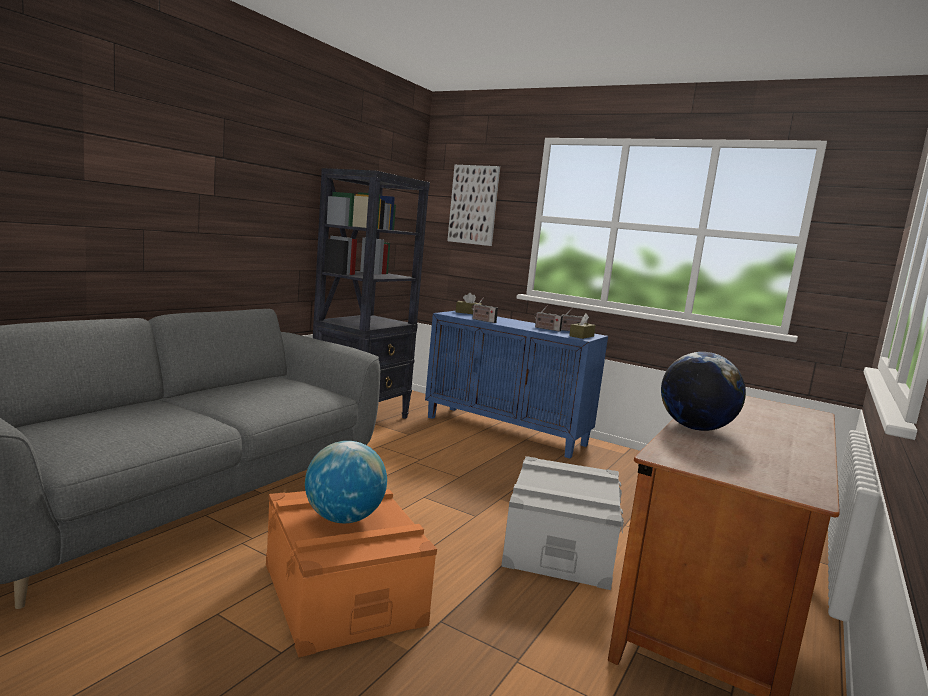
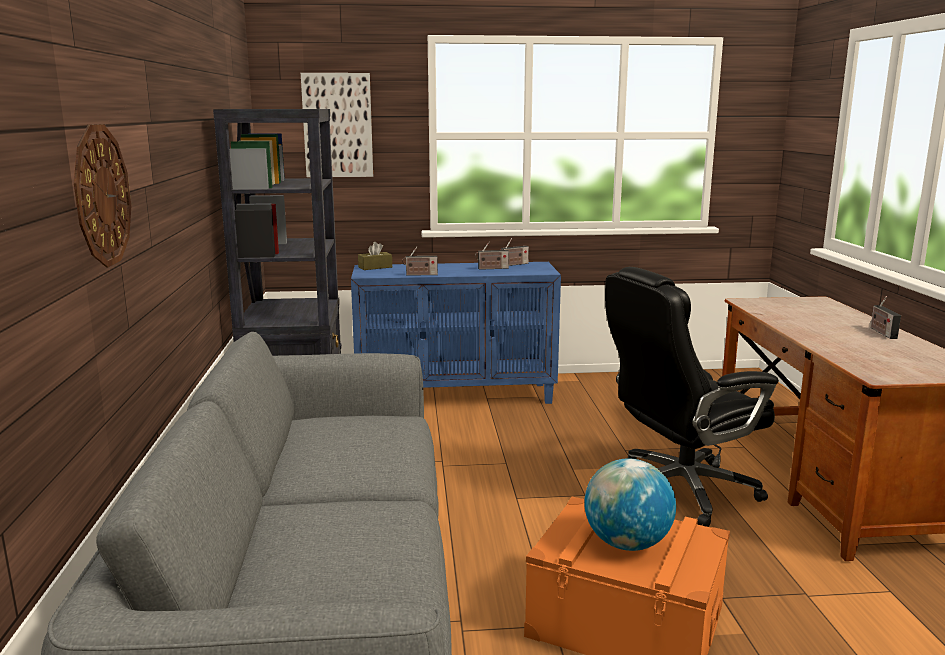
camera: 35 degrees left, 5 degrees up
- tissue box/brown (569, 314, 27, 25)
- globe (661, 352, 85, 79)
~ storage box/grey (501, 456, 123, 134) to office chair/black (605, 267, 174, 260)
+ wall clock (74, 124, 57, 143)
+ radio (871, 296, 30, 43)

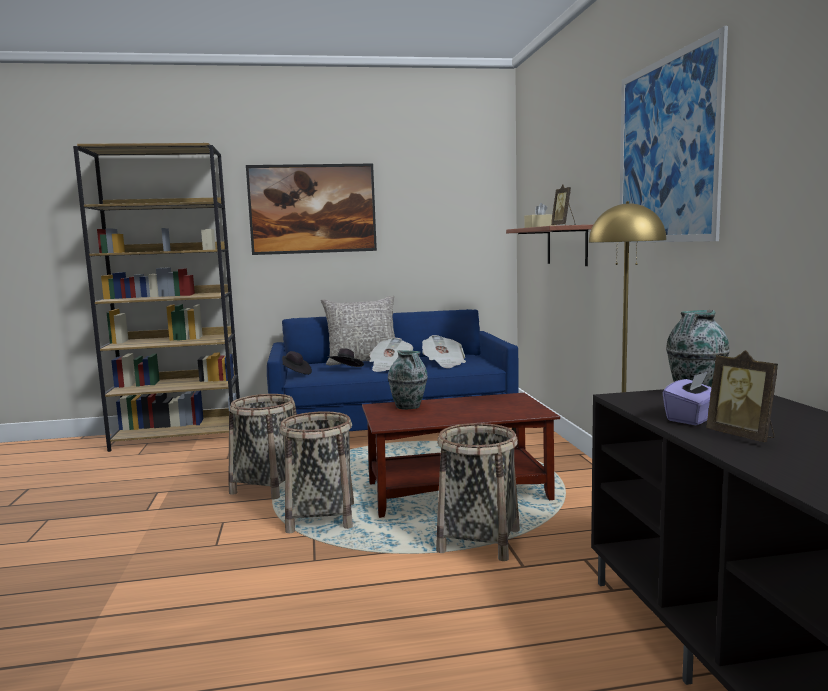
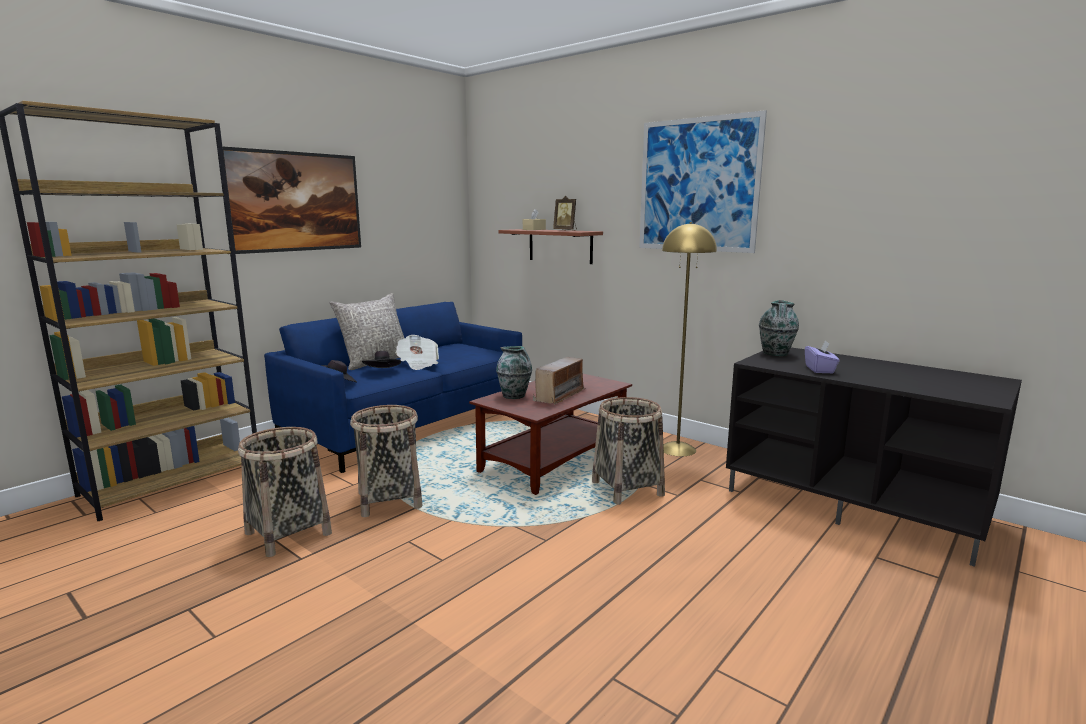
camera: 40 degrees left, 5 degrees up
- newspaper (422, 335, 44, 33)
- picture frame (706, 350, 72, 92)
~ basket (279, 411, 75, 122) to (238, 427, 94, 130)
+ radio (533, 357, 51, 48)

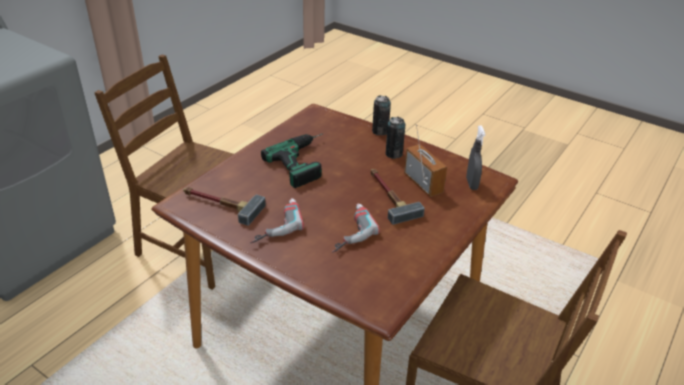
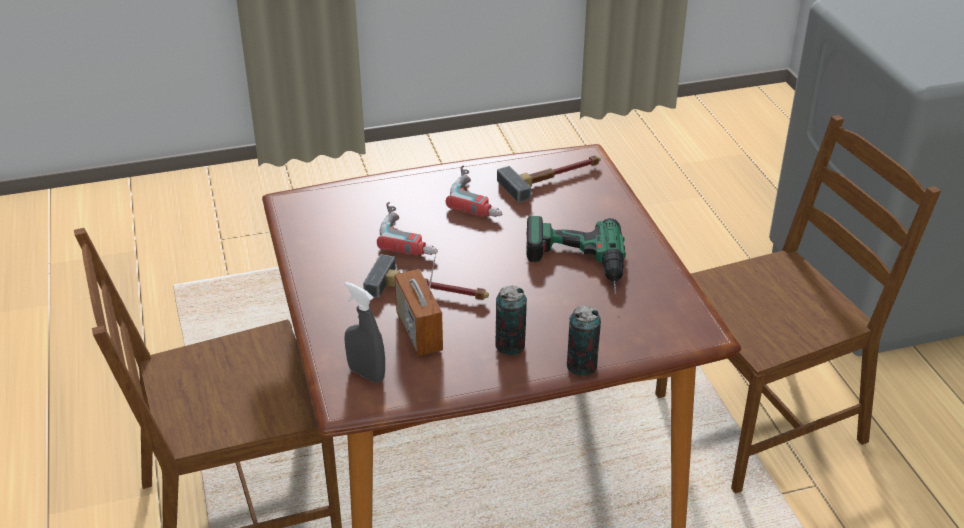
camera: 130 degrees right, 0 degrees up
~ radio (404, 125, 43, 72) = (394, 251, 49, 105) 60 degrees clockwise

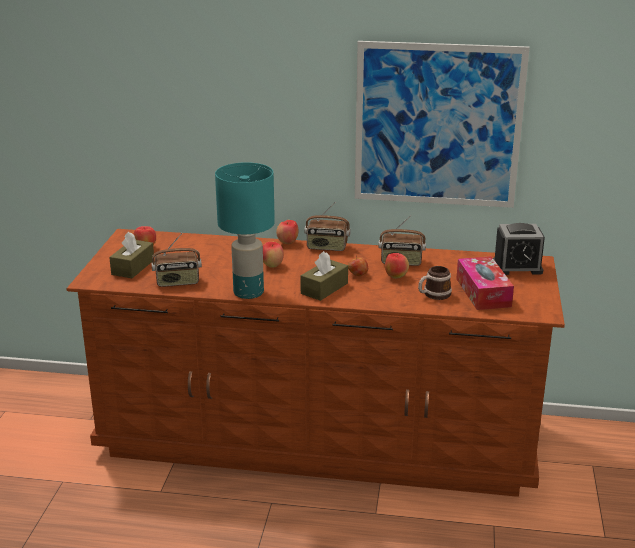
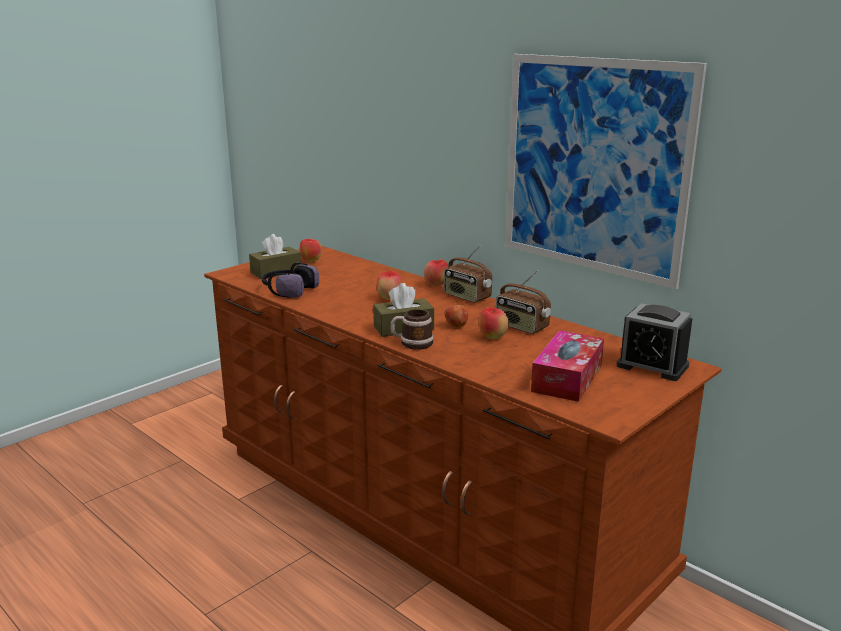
camera: 35 degrees right, 5 degrees down
- table lamp/turquoise (215, 162, 60, 137)
~ radio (151, 233, 51, 54) to headphones (262, 263, 57, 35)
~ mug (418, 266, 34, 34) to (390, 309, 44, 41)

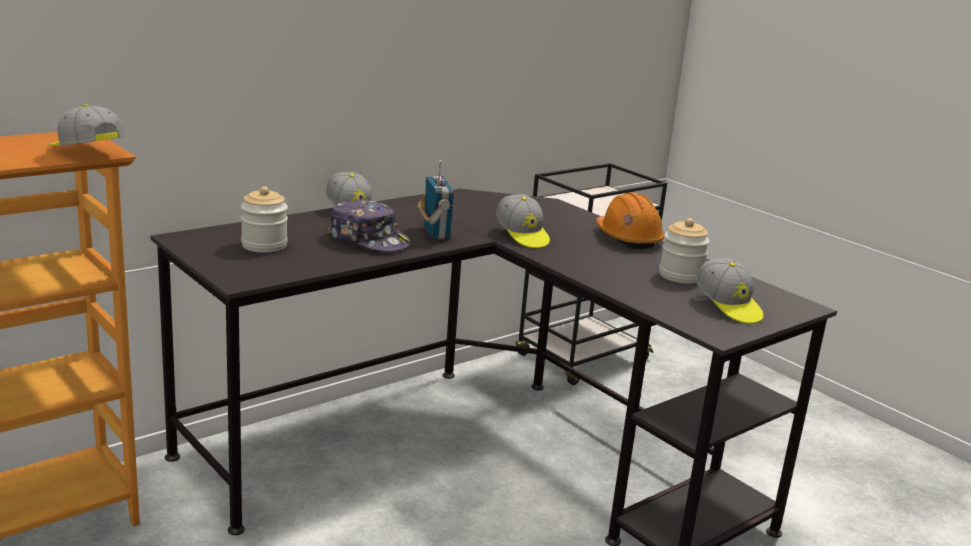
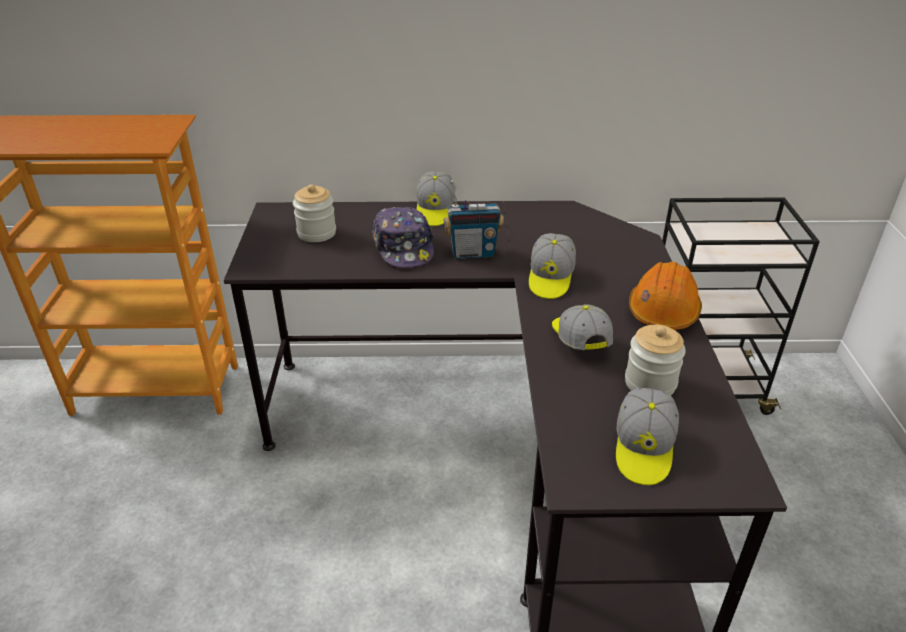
camera: 40 degrees right, 15 degrees up
~ cap (48, 104, 76, 42) to (552, 305, 61, 45)
~ radio (418, 160, 36, 79) = (444, 180, 60, 79) 60 degrees clockwise

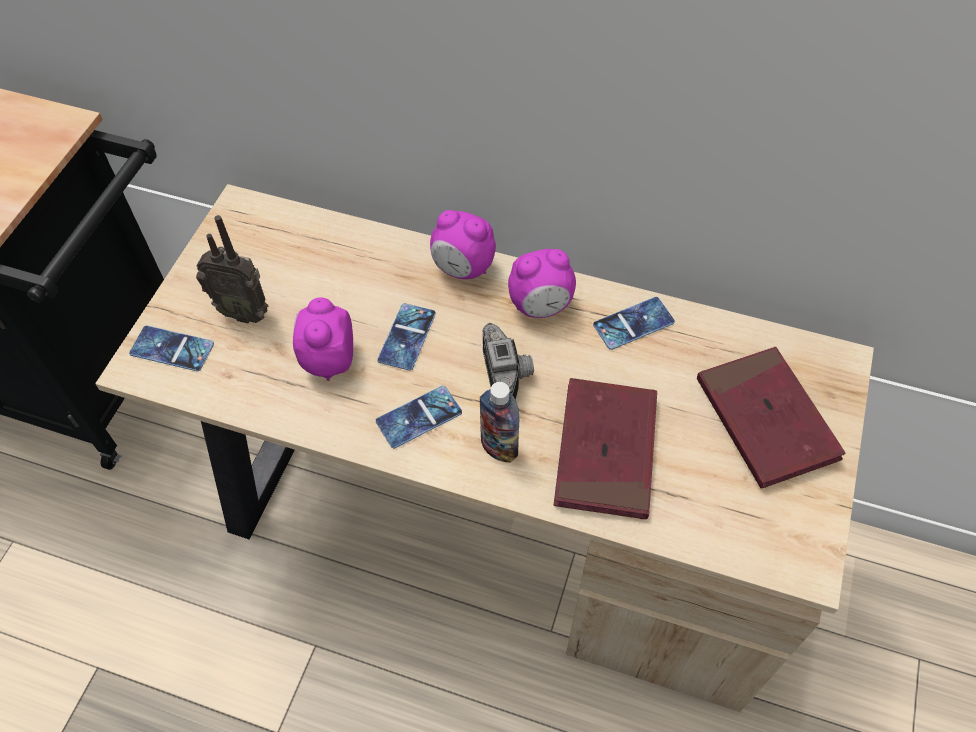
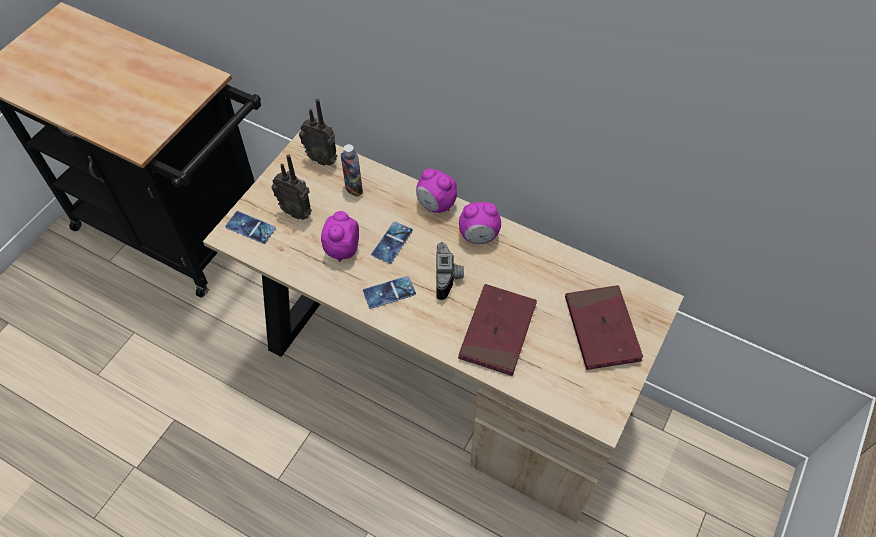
camera: 10 degrees right, 0 degrees up
- phone (593, 297, 82, 53)
~ bottle (480, 382, 39, 81) to (340, 144, 23, 53)
+ radio (299, 99, 38, 67)

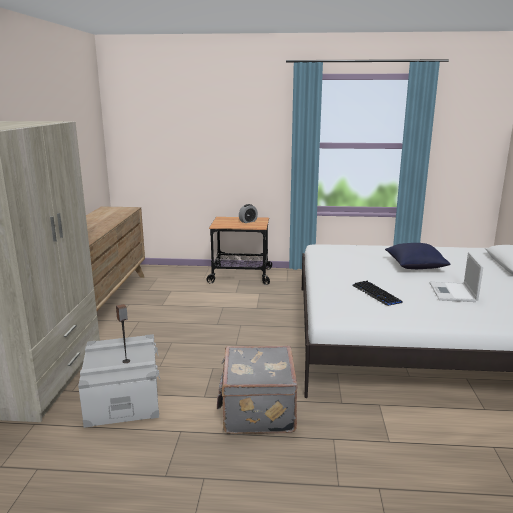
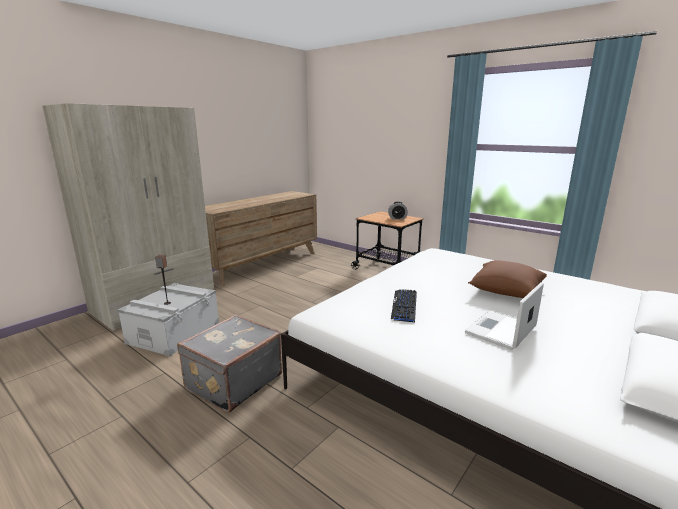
camera: 35 degrees right, 0 degrees up
~ pillow/blue (385, 243, 66, 26) to pillow/brown (468, 260, 79, 38)

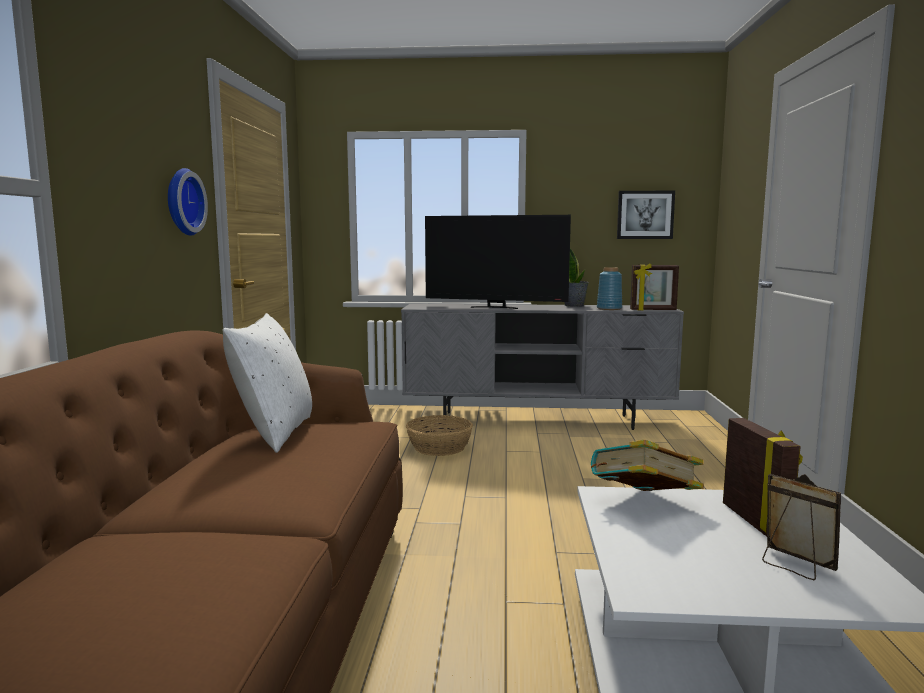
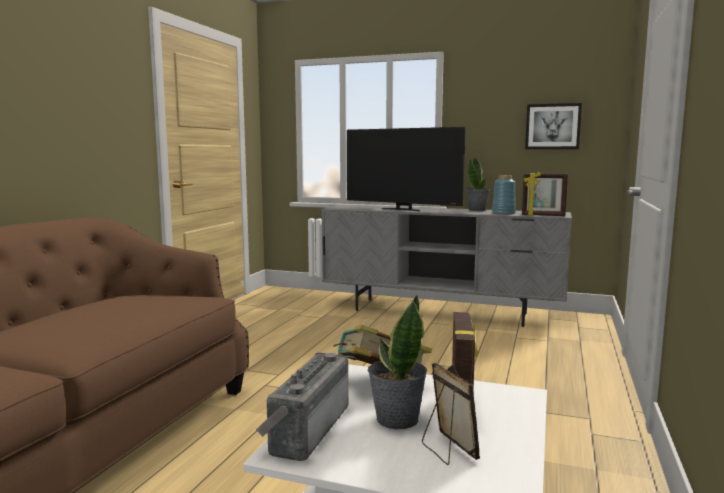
camera: 15 degrees right, 0 degrees up
- wall clock (168, 168, 40, 68)
- pillow/white (223, 313, 89, 140)
- basket (406, 415, 67, 41)
+ potted plant (368, 295, 59, 134)
+ radio (256, 353, 92, 108)

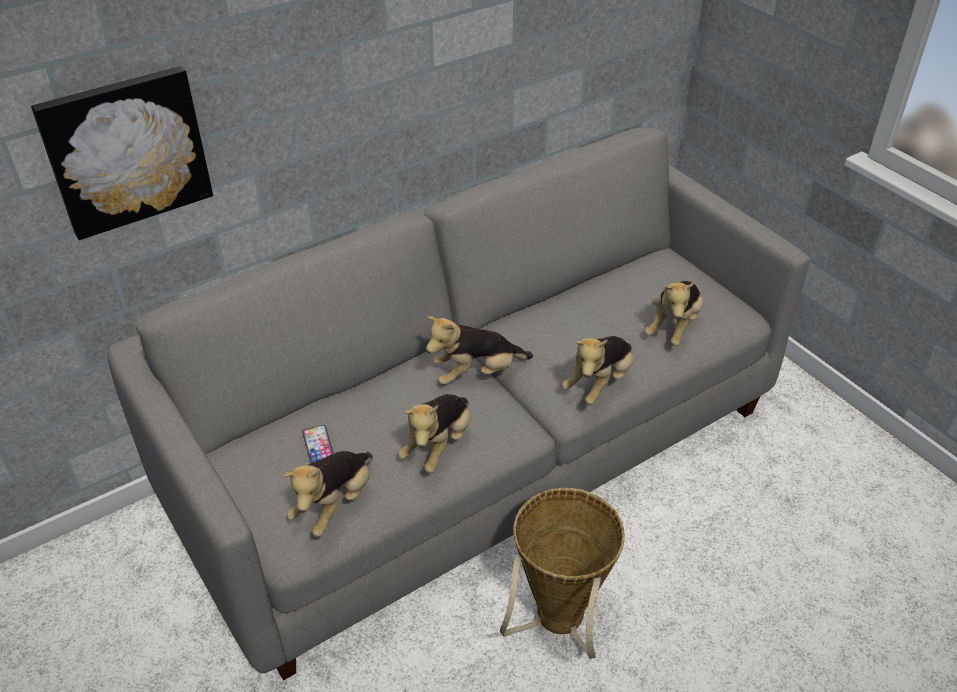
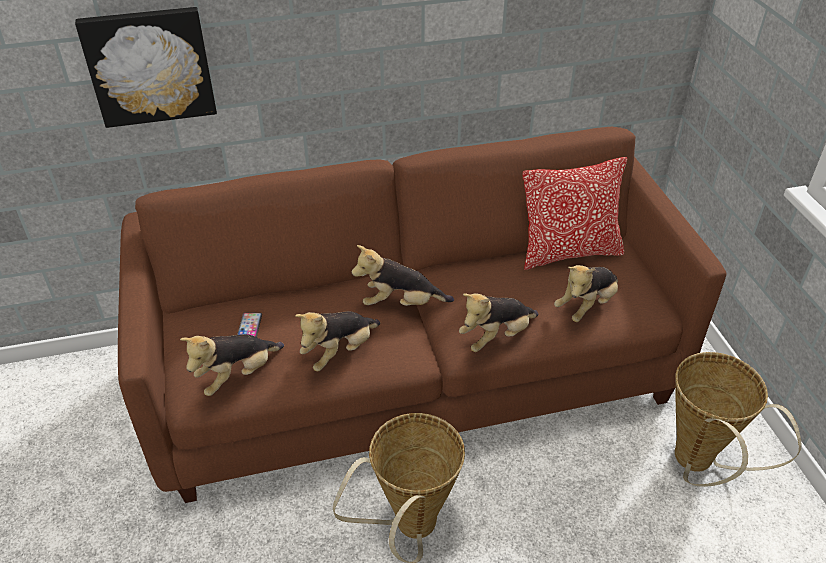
camera: 20 degrees right, 0 degrees up
~ sofa/grey (107, 128, 703, 553) to sofa/brown (118, 127, 608, 376)
+ pillow (523, 157, 104, 113)
+ basket (675, 352, 127, 135)

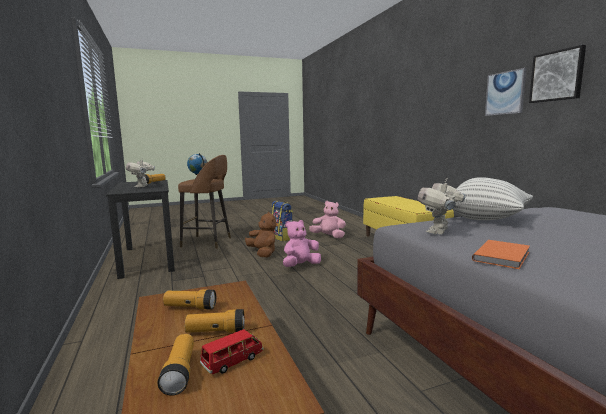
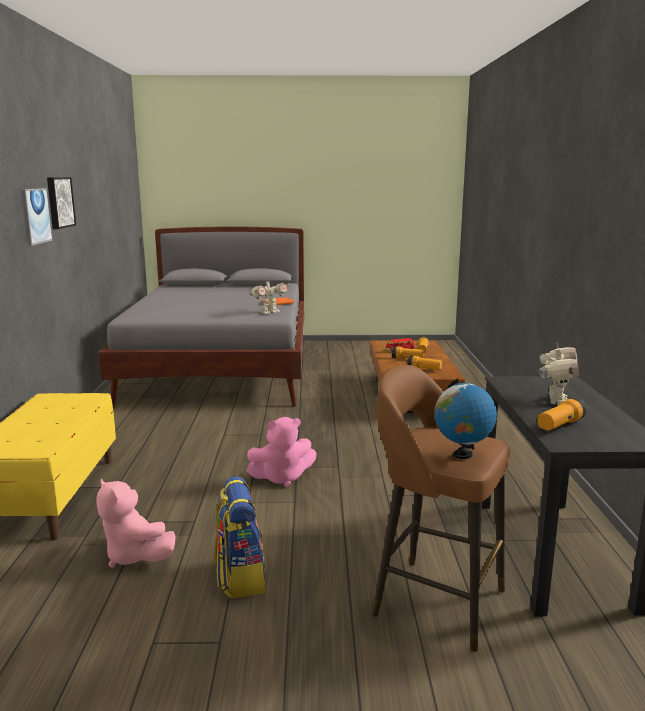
camera: 160 degrees left, 5 degrees up
- pillow (452, 177, 81, 43)
- plush toy/brown (245, 212, 31, 45)

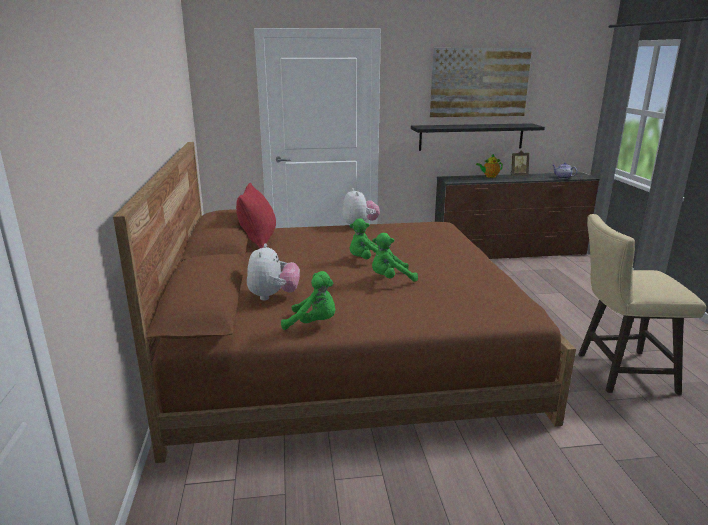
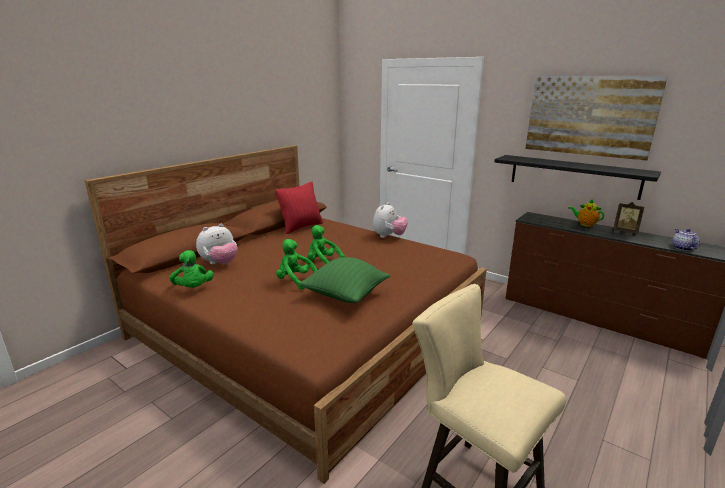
camera: 45 degrees right, 0 degrees up
+ pillow/green (299, 257, 92, 46)

